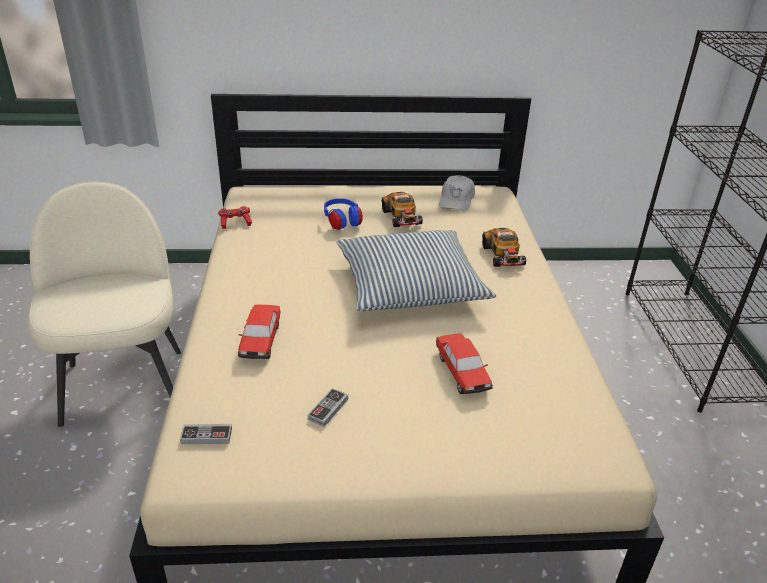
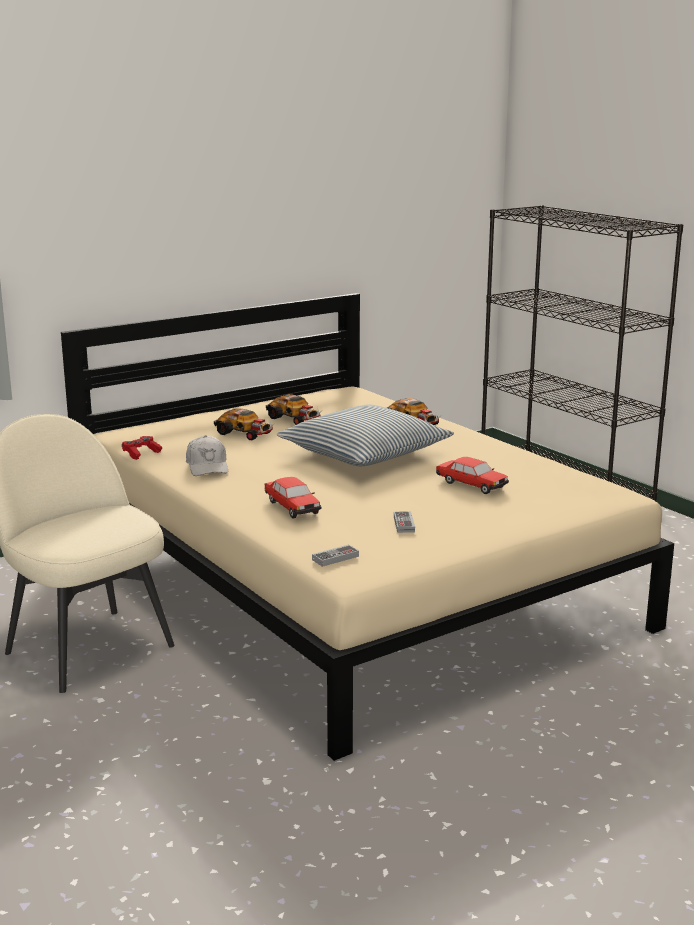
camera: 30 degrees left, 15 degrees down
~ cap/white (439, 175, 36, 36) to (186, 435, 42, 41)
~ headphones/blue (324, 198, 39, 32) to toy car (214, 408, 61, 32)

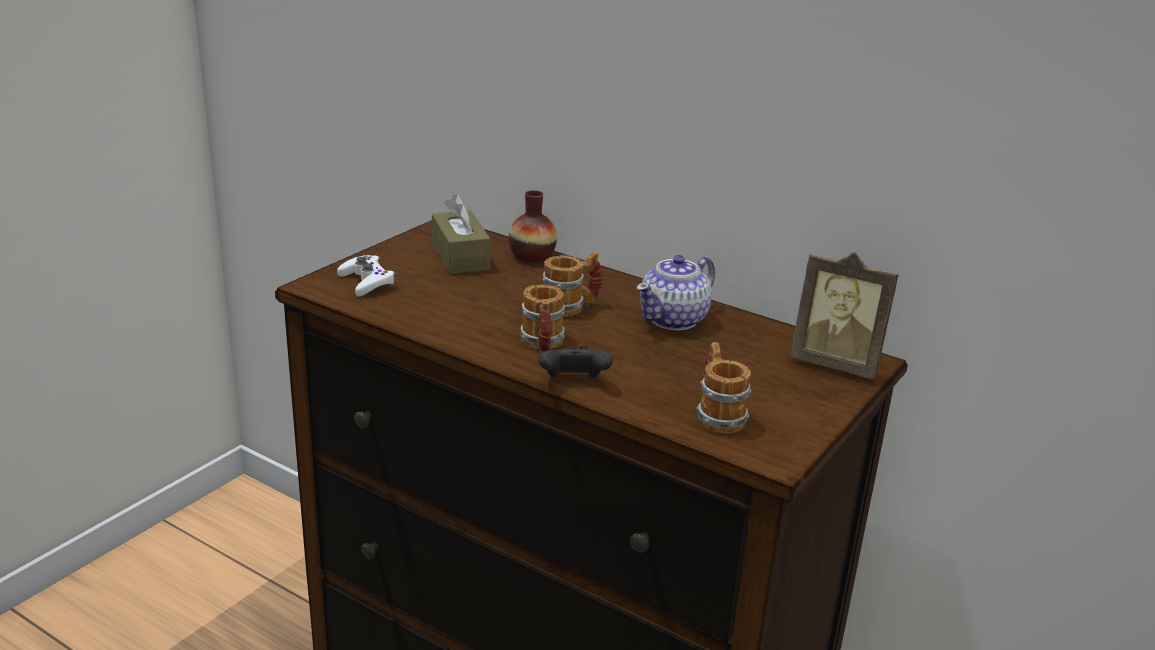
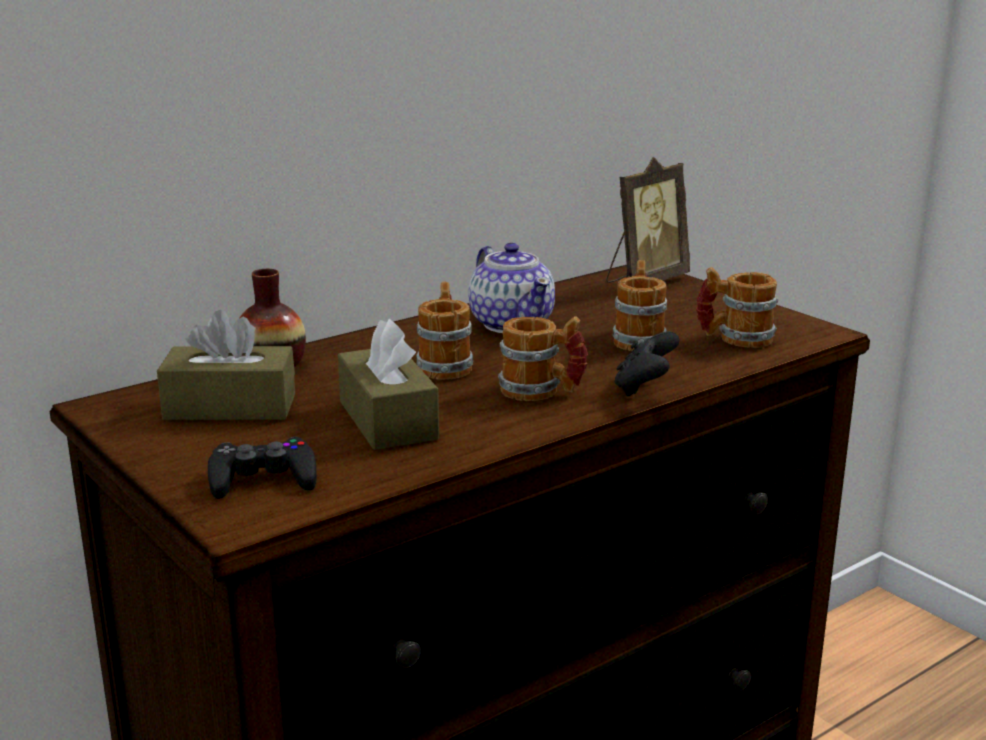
camera: 70 degrees left, 5 degrees down
~ game controller/white (337, 255, 59, 42) to game controller/black (208, 437, 109, 62)
+ mug (613, 260, 54, 91)
+ tissue box/brown (338, 319, 101, 131)

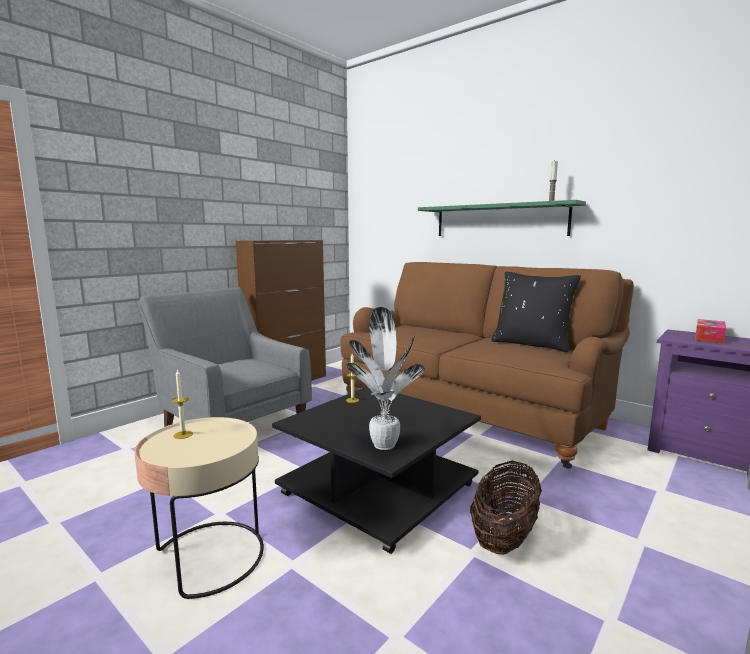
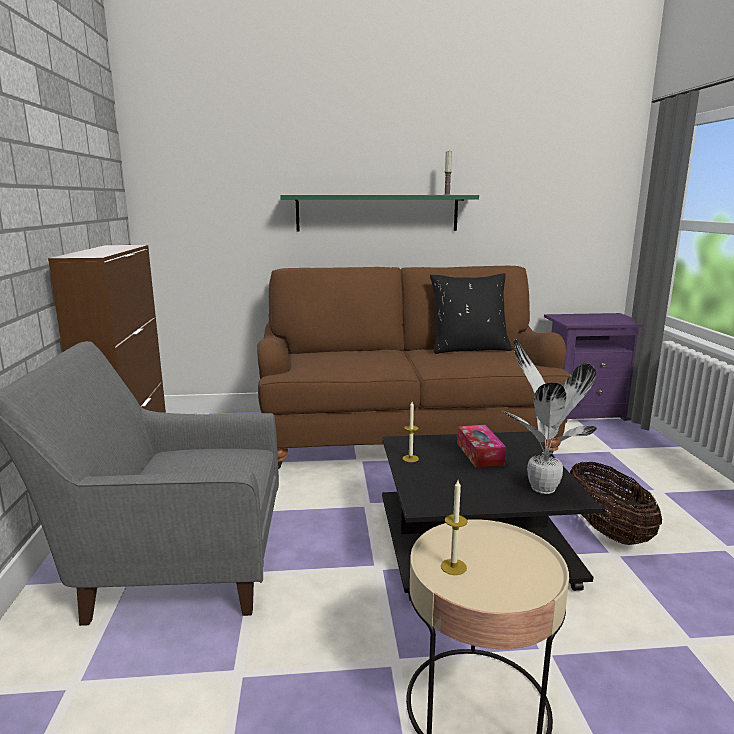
camera: 45 degrees left, 5 degrees up
~ tissue box (695, 319, 31, 25) to (457, 425, 49, 43)

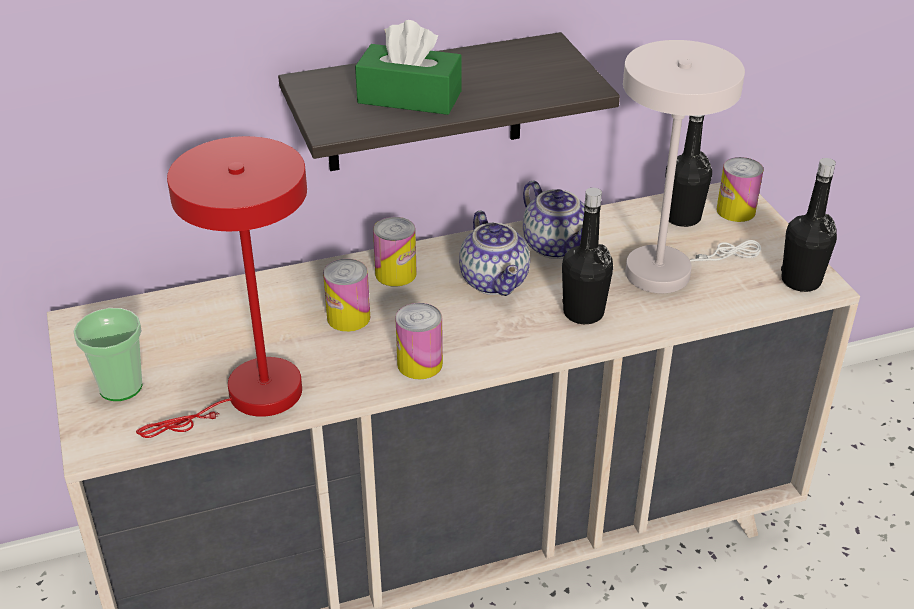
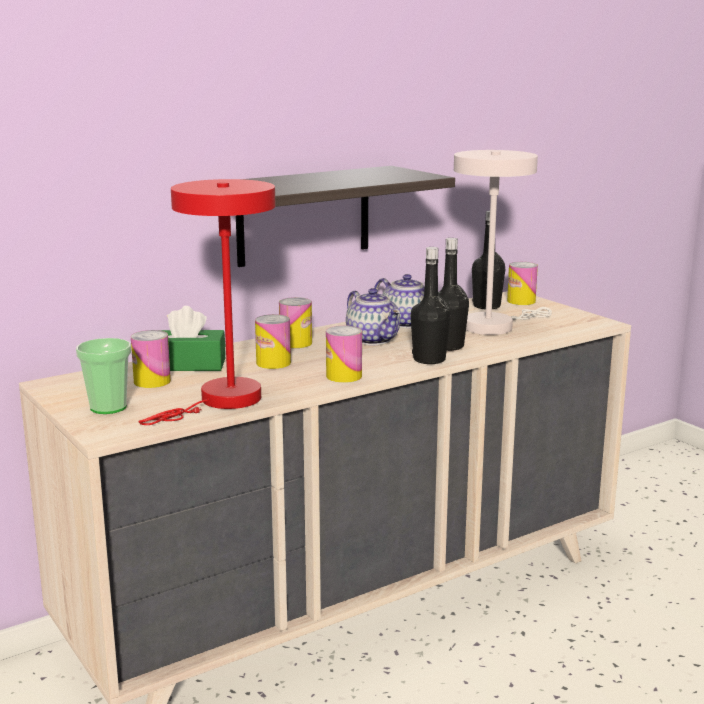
camera: 15 degrees left, 20 degrees down
~ tissue box/green (355, 20, 107, 95) to (160, 306, 66, 65)
~ bottle/black (781, 158, 56, 134) to (411, 247, 40, 117)
+ can (131, 330, 40, 58)

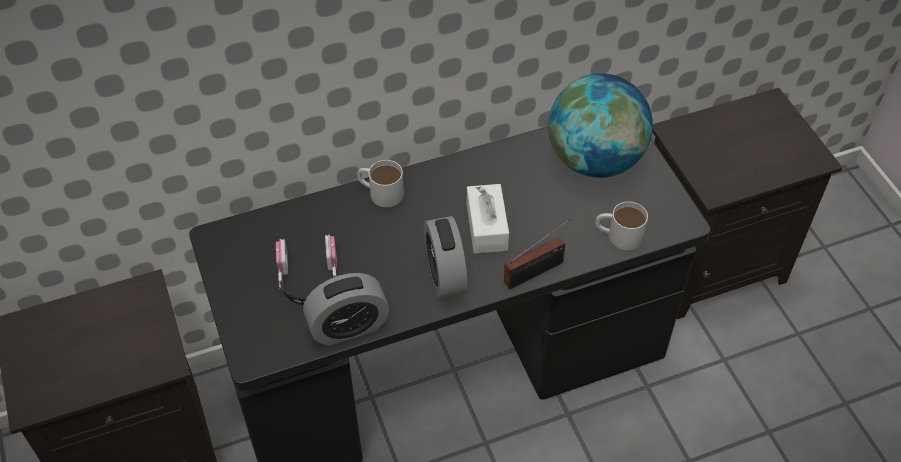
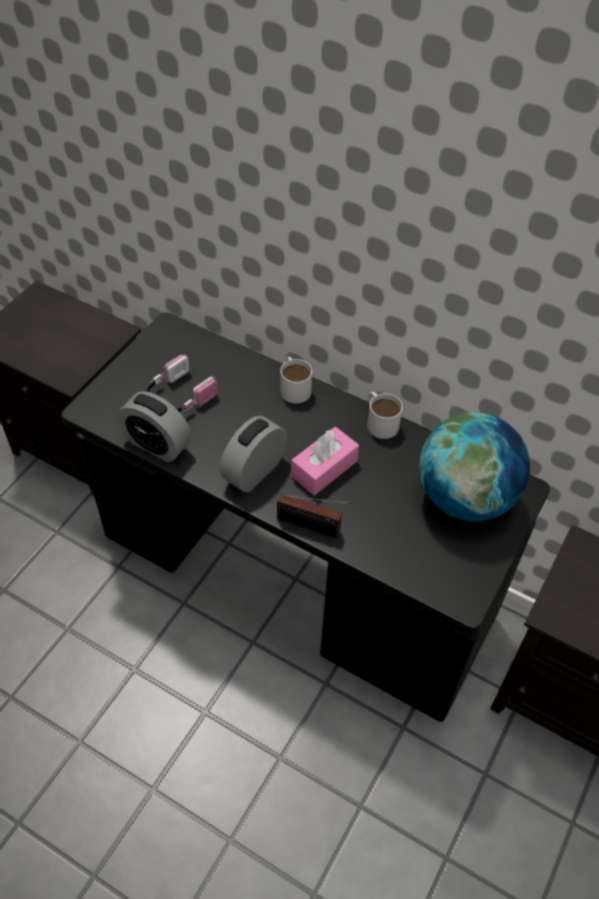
camera: 50 degrees right, 0 degrees up
~ tissue box/white (467, 184, 42, 70) to tissue box/pink (291, 427, 68, 68)
~ mug/white (595, 202, 53, 48) to (367, 392, 36, 47)

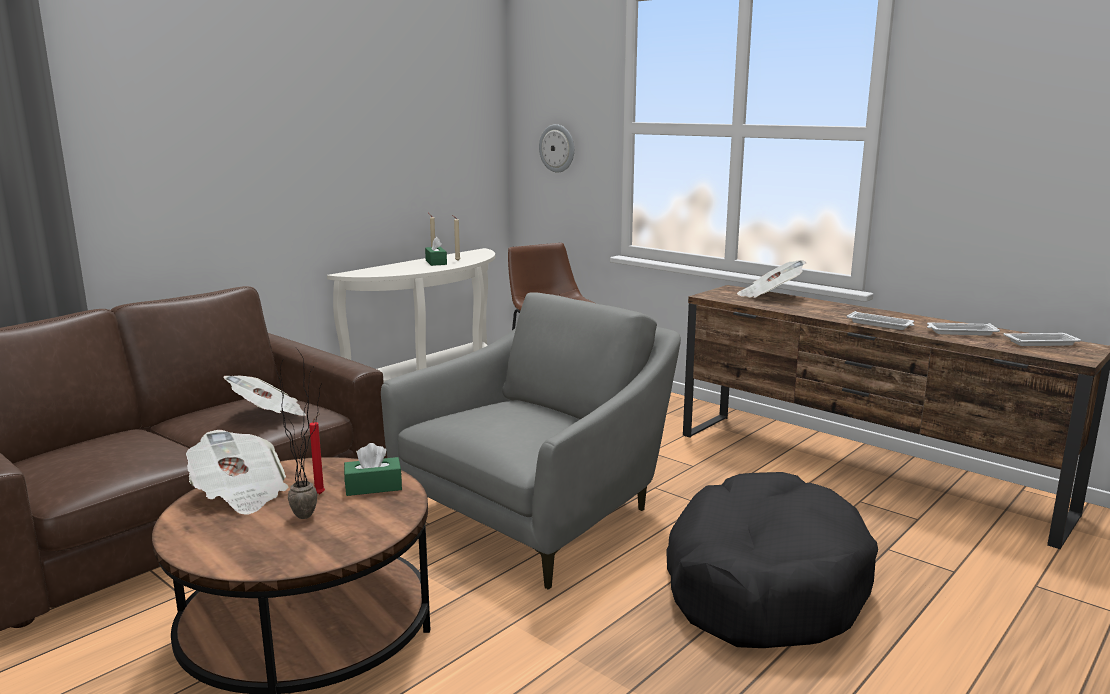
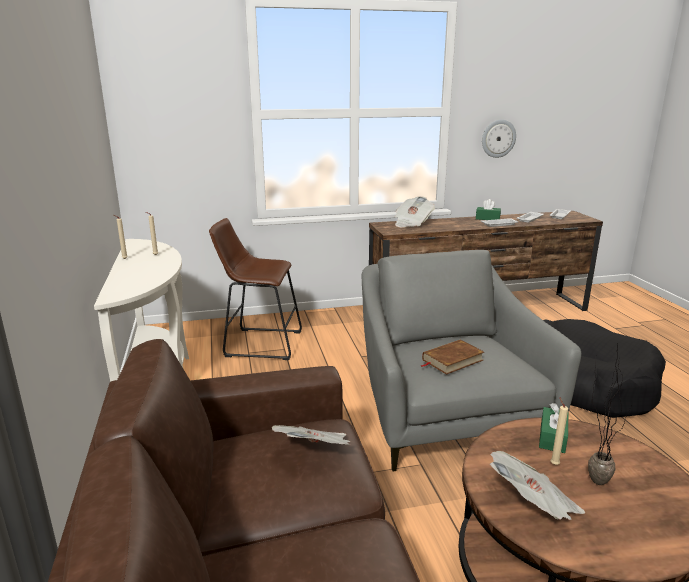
camera: 55 degrees left, 5 degrees up
~ wall clock (539, 124, 35, 49) to (482, 120, 34, 38)
~ tissue box/green (425, 237, 22, 29) to (476, 199, 25, 21)
~ candle/red (309, 413, 16, 81) to candle/beige (550, 397, 18, 68)
+ book/brown (421, 339, 63, 36)

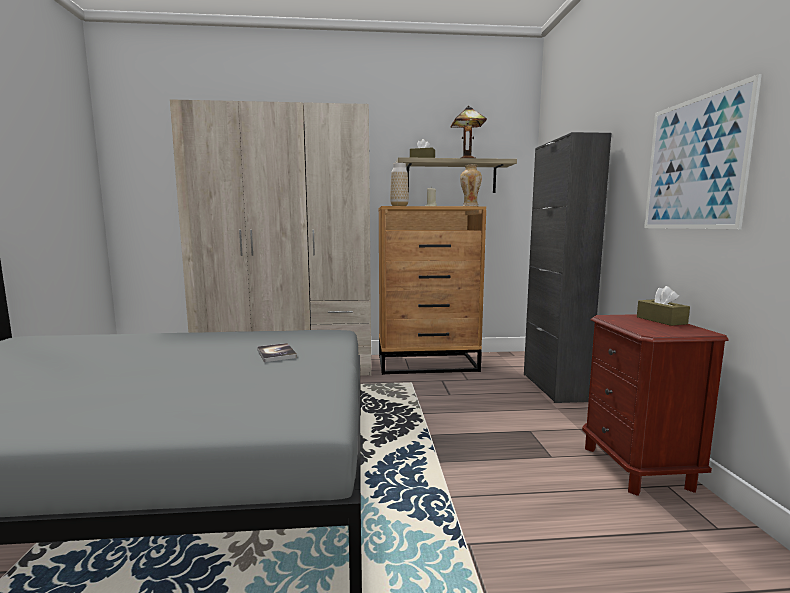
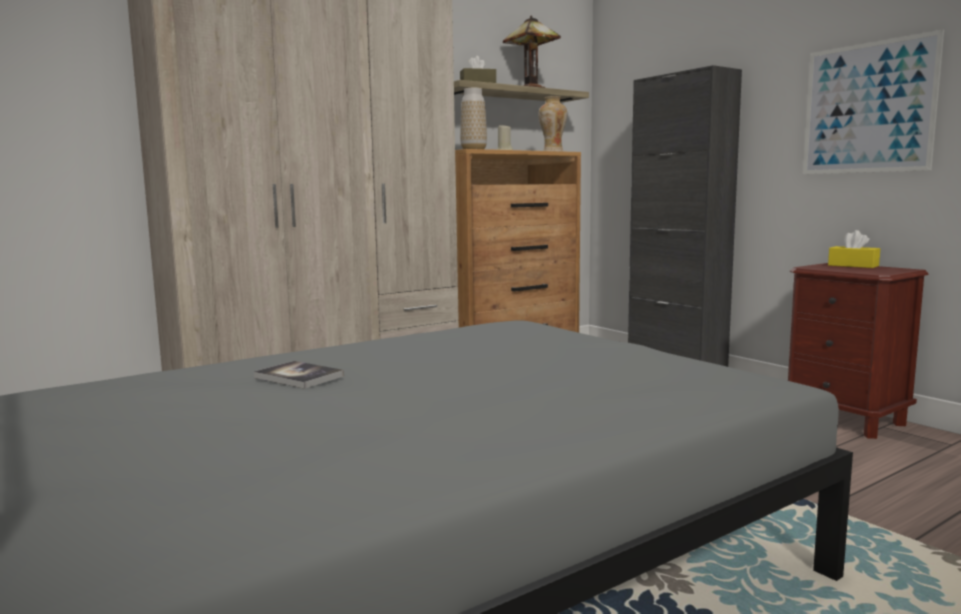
camera: 30 degrees left, 0 degrees up
~ tissue box/brown (637, 286, 53, 40) to tissue box/yellow (828, 230, 52, 38)
~ book (257, 343, 40, 19) to (254, 361, 90, 28)

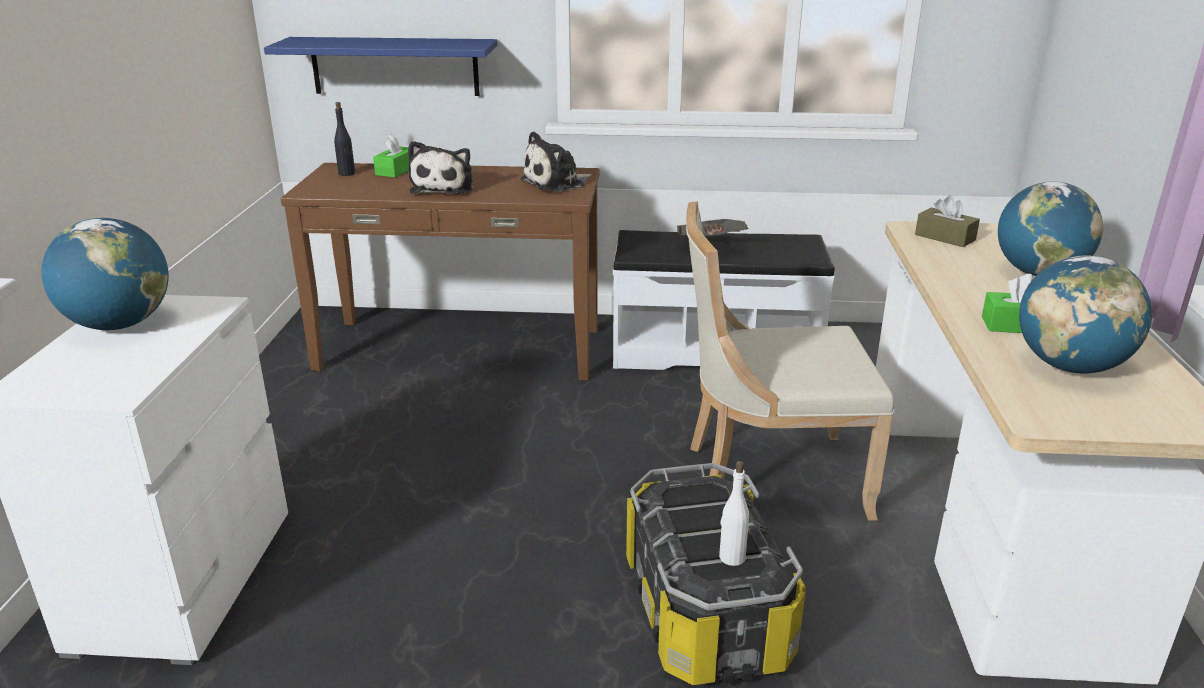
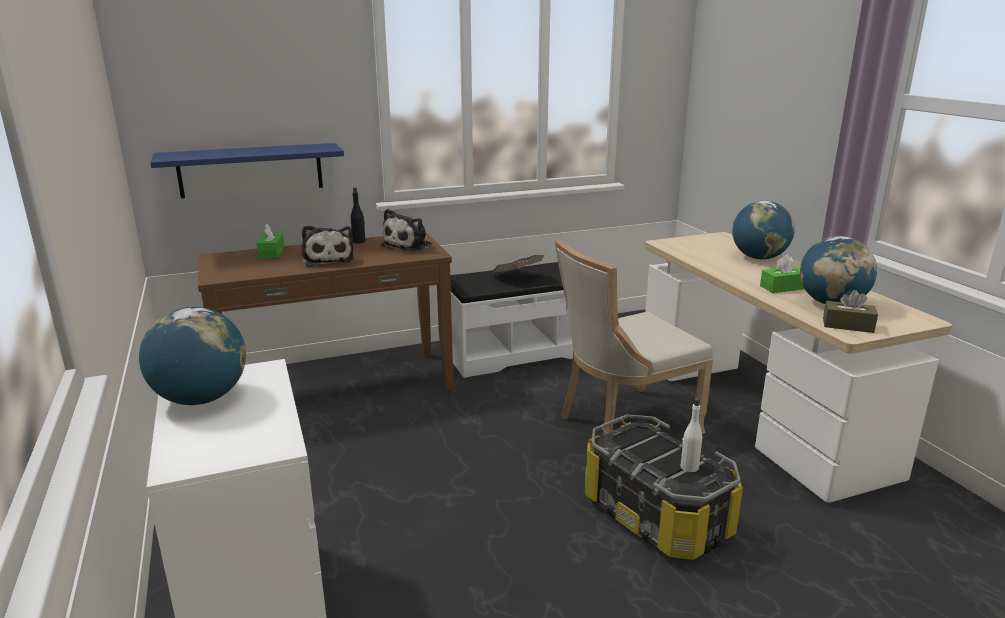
camera: 25 degrees left, 5 degrees down
~ bottle/black (334, 102, 21, 74) to (351, 188, 14, 56)
~ tissue box/brown (915, 195, 65, 52) to (823, 290, 55, 43)

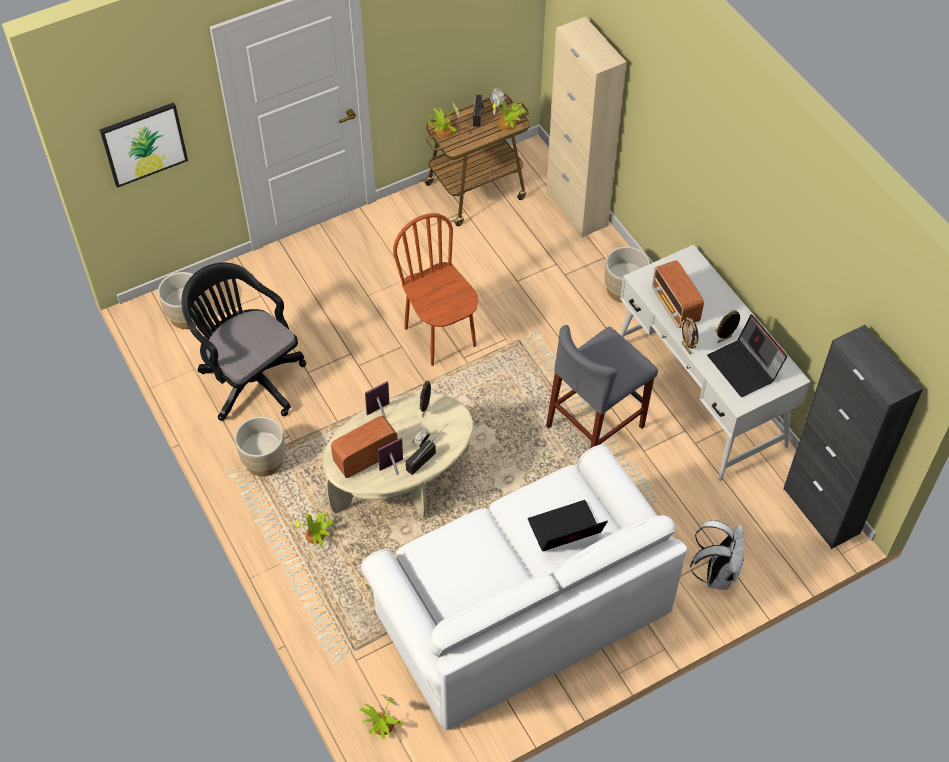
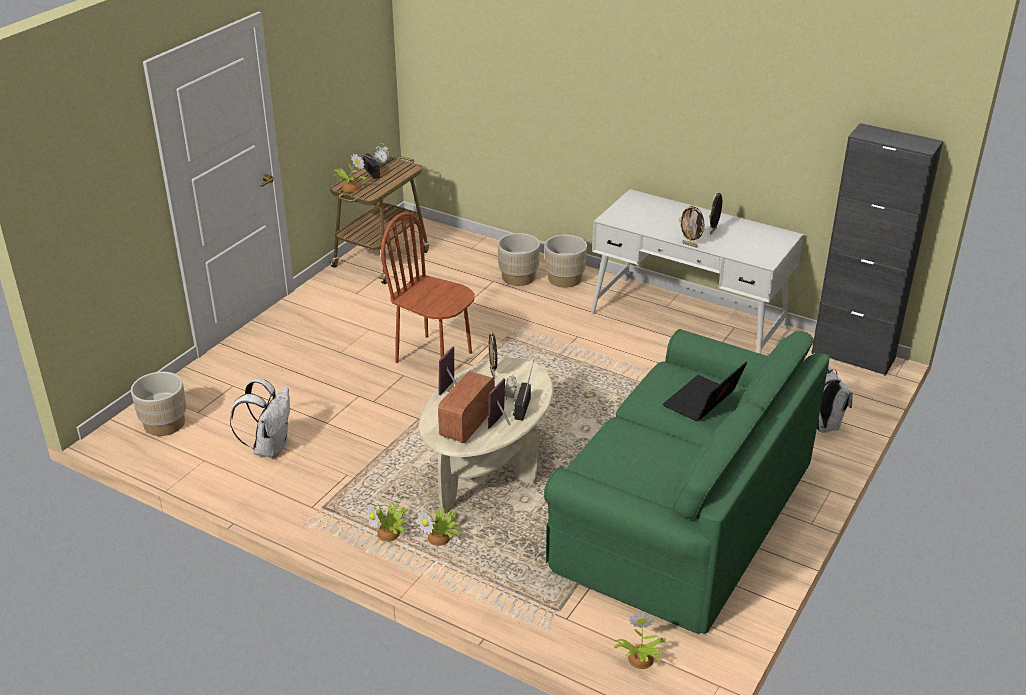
camera: 30 degrees left, 20 degrees down
- cabinet/beige (546, 17, 81, 220)
~ potted plant (492, 99, 33, 31) to (367, 503, 42, 39)
- picture (100, 102, 88, 86)
- radio (652, 260, 52, 68)
~ office chair/black (182, 262, 124, 159) to backpack/white (230, 378, 60, 80)
- laptop (707, 315, 80, 82)
- stool/grey (546, 325, 112, 123)
~ planter/beige (235, 416, 50, 61) to (498, 233, 42, 53)
~ sofa/white (361, 444, 326, 286) to sofa/green (544, 329, 285, 305)

